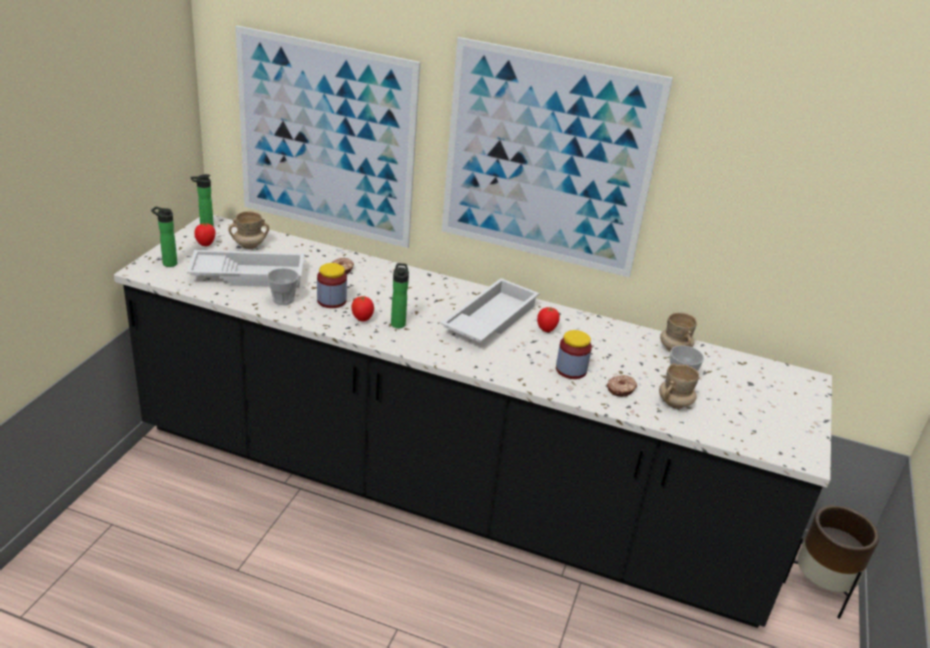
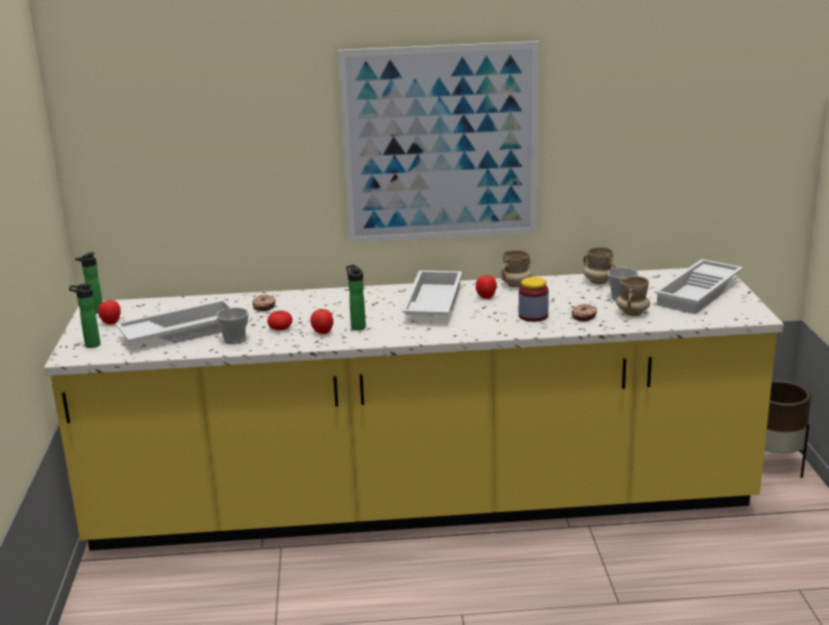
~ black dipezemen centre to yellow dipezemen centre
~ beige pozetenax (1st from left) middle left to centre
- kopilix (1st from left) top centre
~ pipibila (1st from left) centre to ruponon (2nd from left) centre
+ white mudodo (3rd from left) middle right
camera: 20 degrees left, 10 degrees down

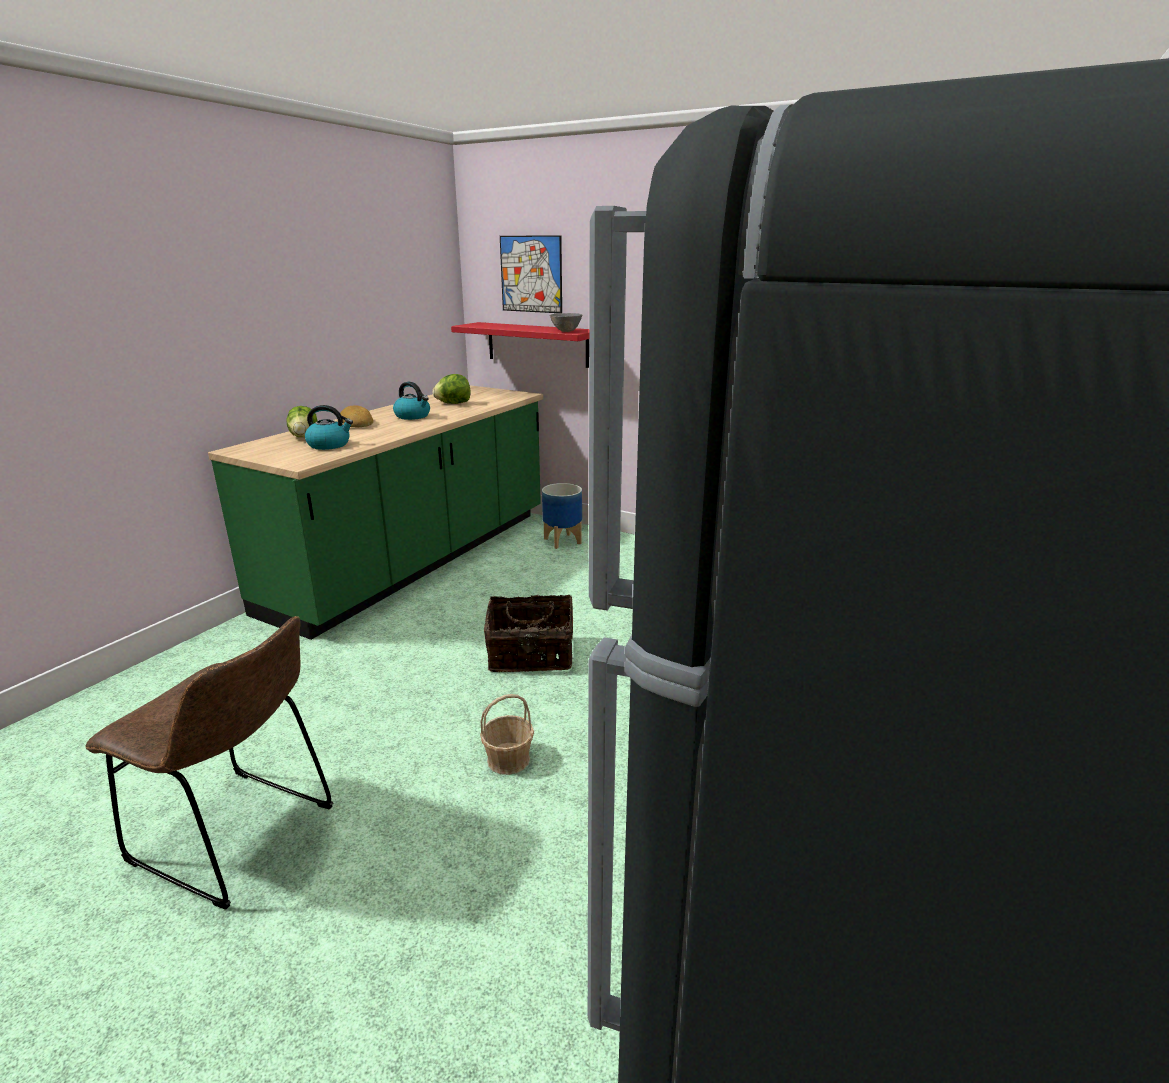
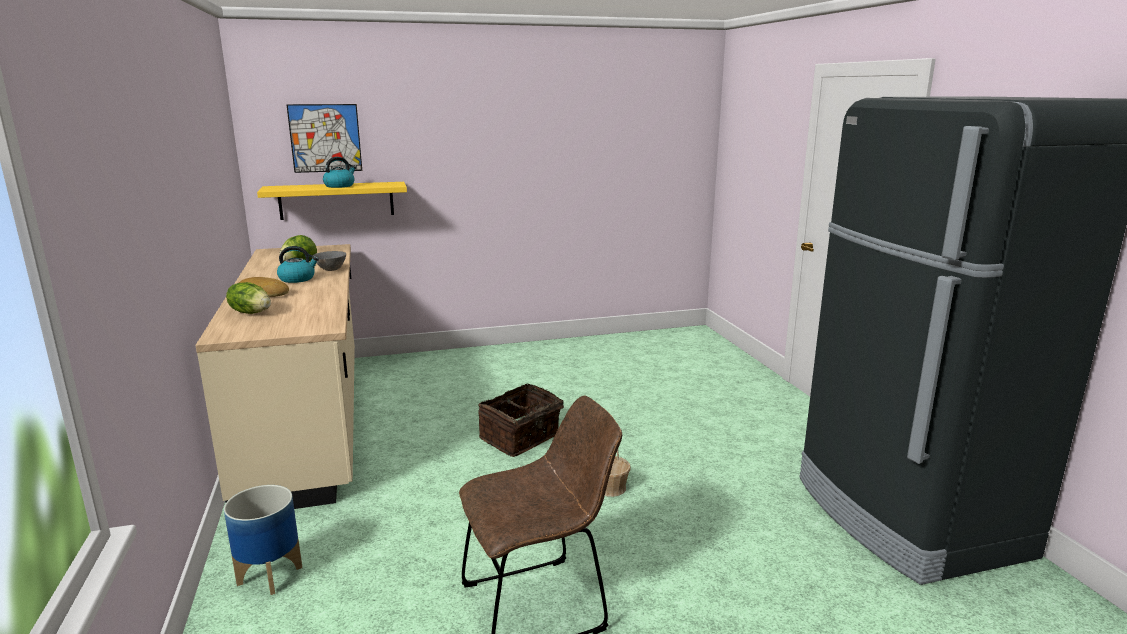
~ green dipezemen middle left to beige dipezemen middle left
~ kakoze (1st from left in the first image) middle left to kakoze (2nd from left) top left
~ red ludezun top centre to yellow ludezun top left
~ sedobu centre to bottom left
~ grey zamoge top centre to middle left
camera: 45 degrees left, 5 degrees down

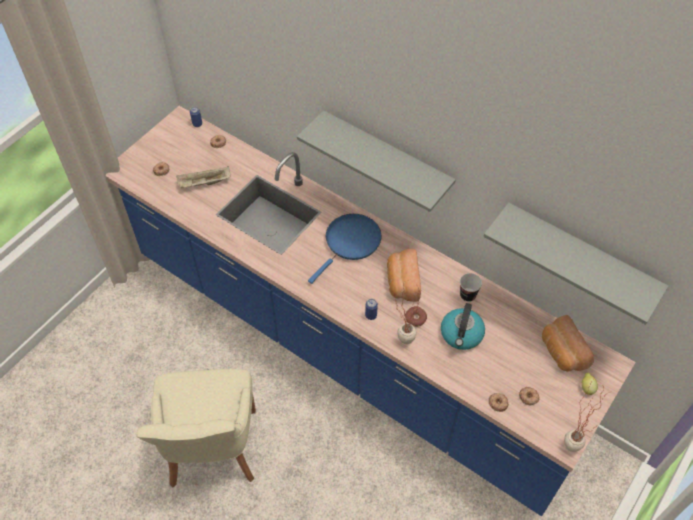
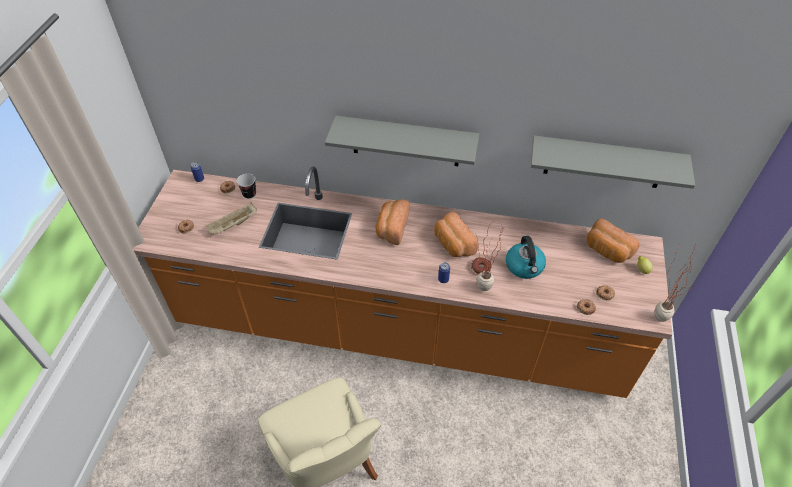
~ blue dipezemen centre to orange dipezemen centre
~ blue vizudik centre to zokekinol (1st from left) centre
~ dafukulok middle right to middle left
camera: 25 degrees left, 5 degrees down

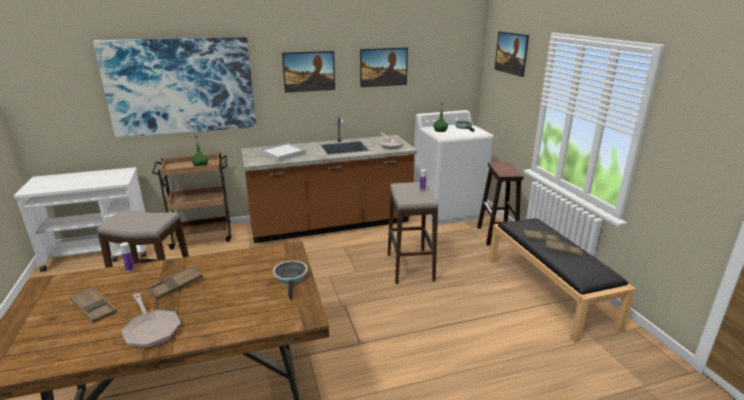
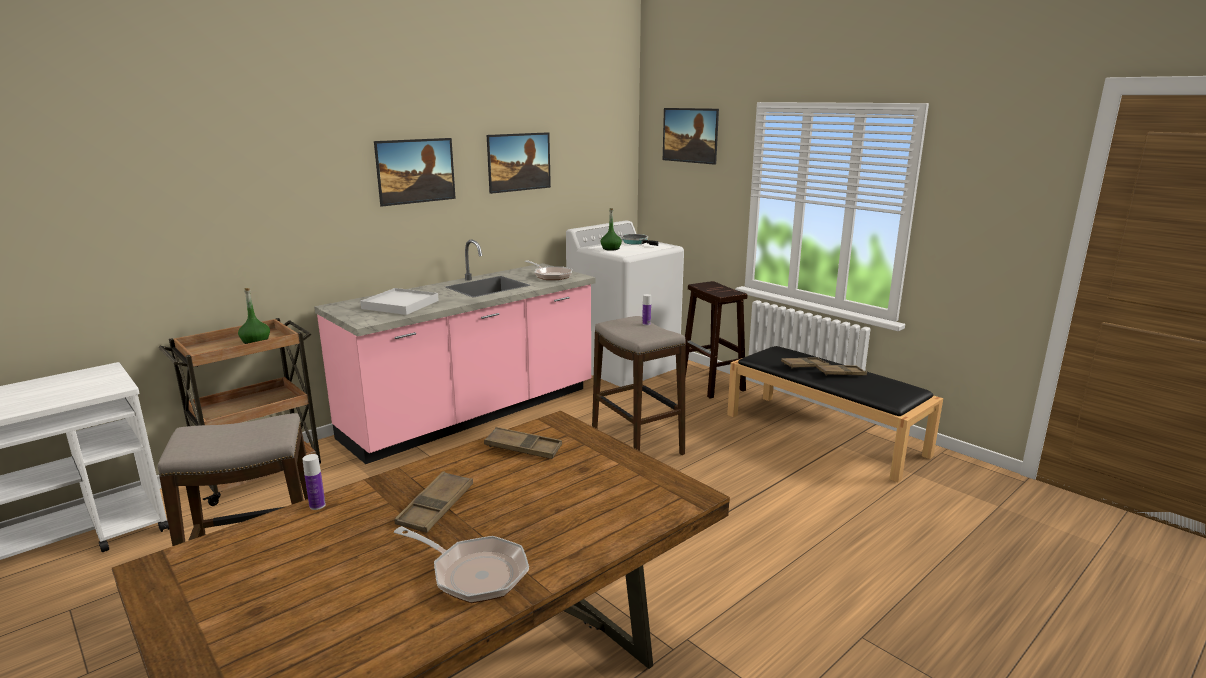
~ brown mudodo (1st from left in the first image) bottom left to brown mudodo (2nd from left) centre
- kopilix (1st from left) top left
~ brown dipezemen centre to pink dipezemen centre
- vizudik (2nd from left) bottom centre
camera: 25 degrees left, 5 degrees down

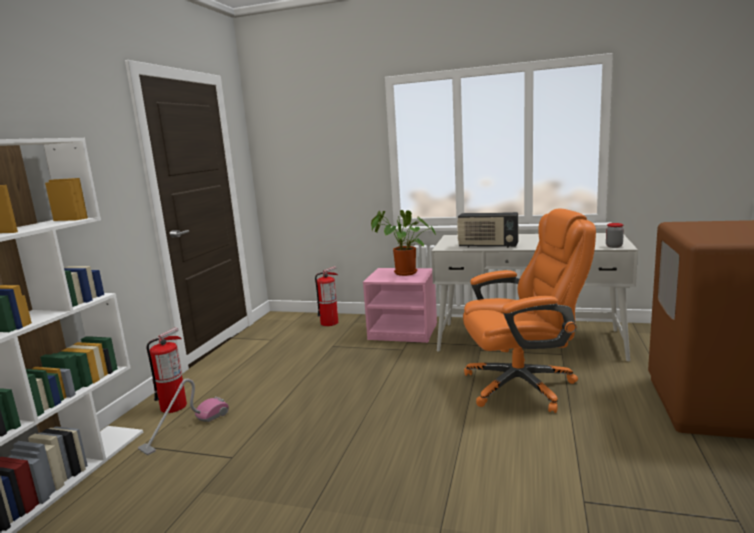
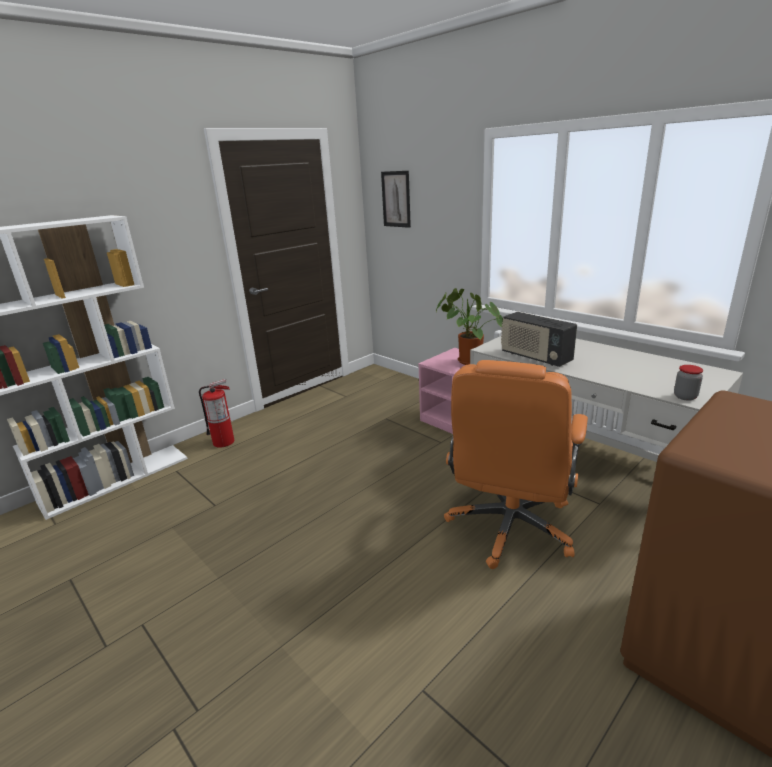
- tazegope bottom left
- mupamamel (2nd from left) centre
~ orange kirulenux middle right = middle right 90 degrees clockwise
+ kopilix top centre
camera: 30 degrees right, 10 degrees up

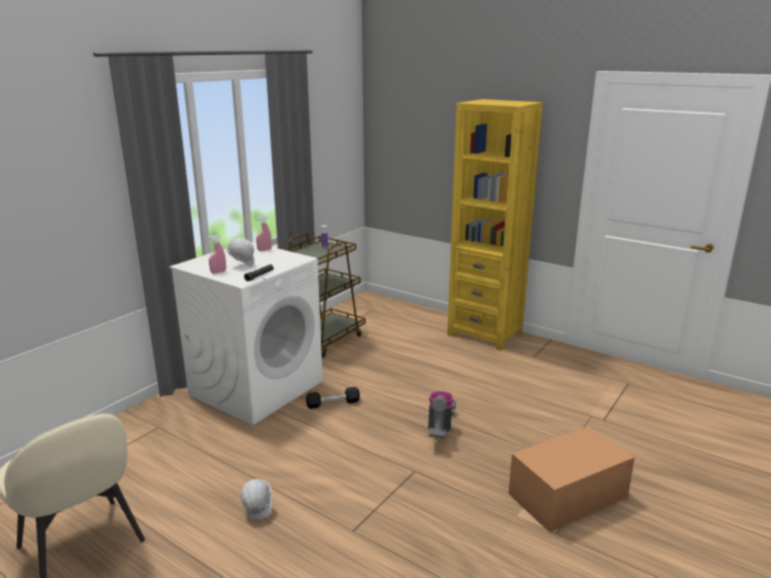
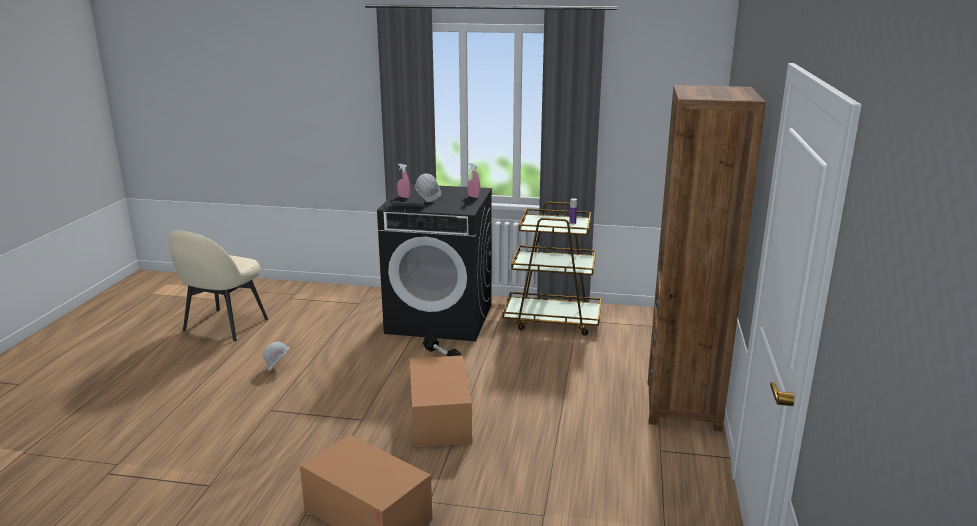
~ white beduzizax middle left to black beduzizax centre
~ tazegope bottom centre to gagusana (2nd from left) bottom centre
~ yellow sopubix centre to brown sopubix middle right
camera: 65 degrees right, 0 degrees up

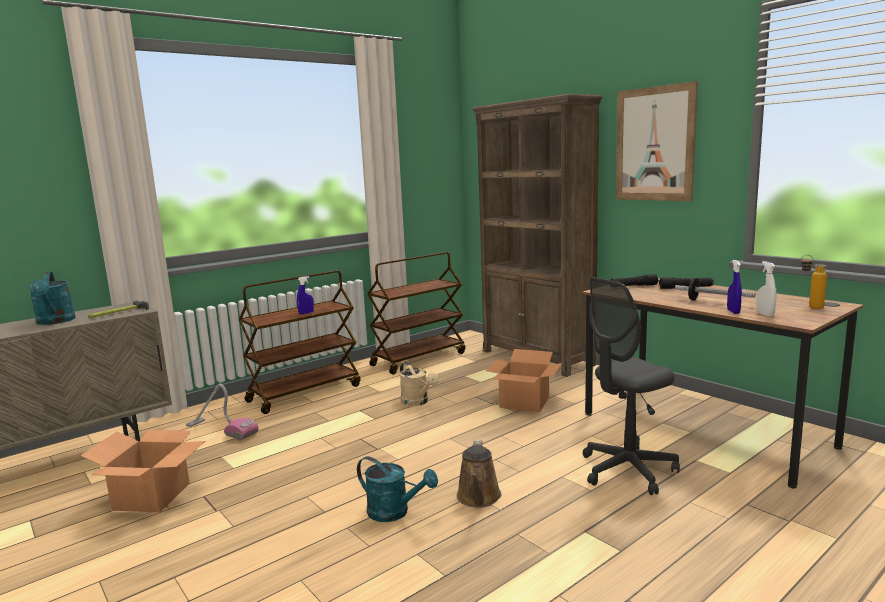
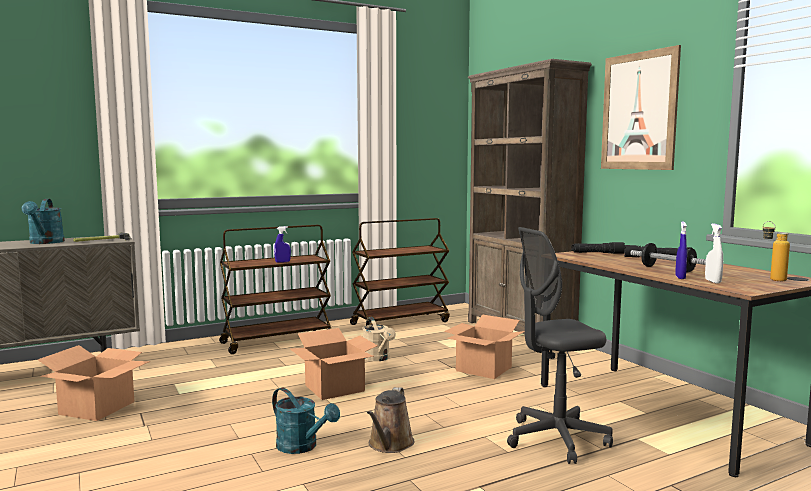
- tazegope bottom left
+ gagusana (2nd from left) bottom centre
camera: 10 degrees right, 5 degrees down

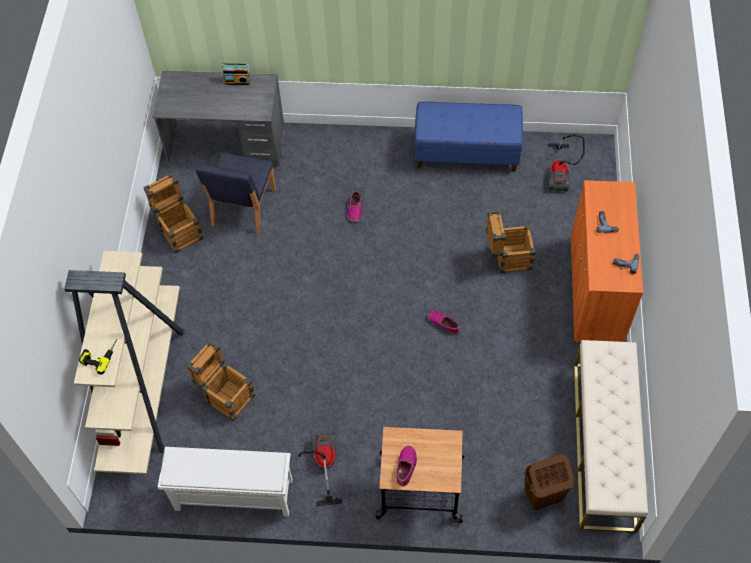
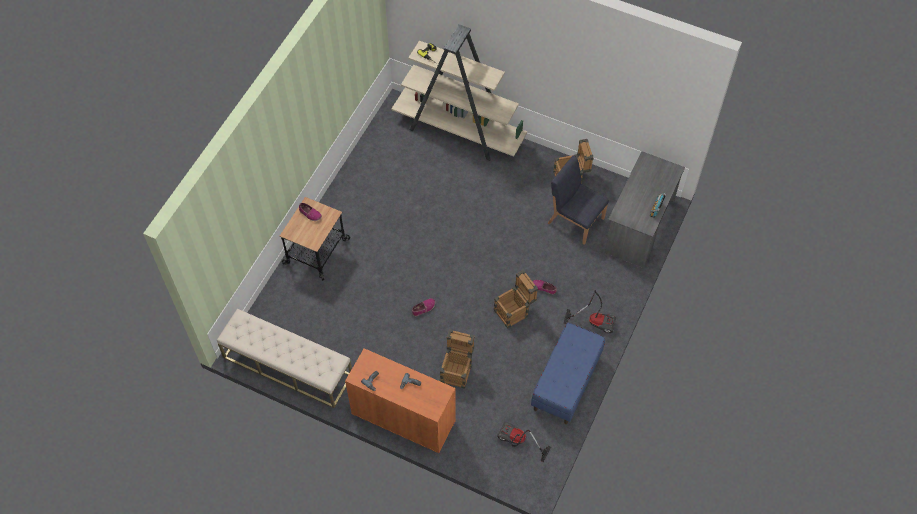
- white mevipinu bottom left
~ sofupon (2nd from left) bottom left to centre
~ tazegope (1st from left in the first image) bottom centre to tazegope (2nd from left) centre
- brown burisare bottom right
camera: 110 degrees right, 0 degrees up

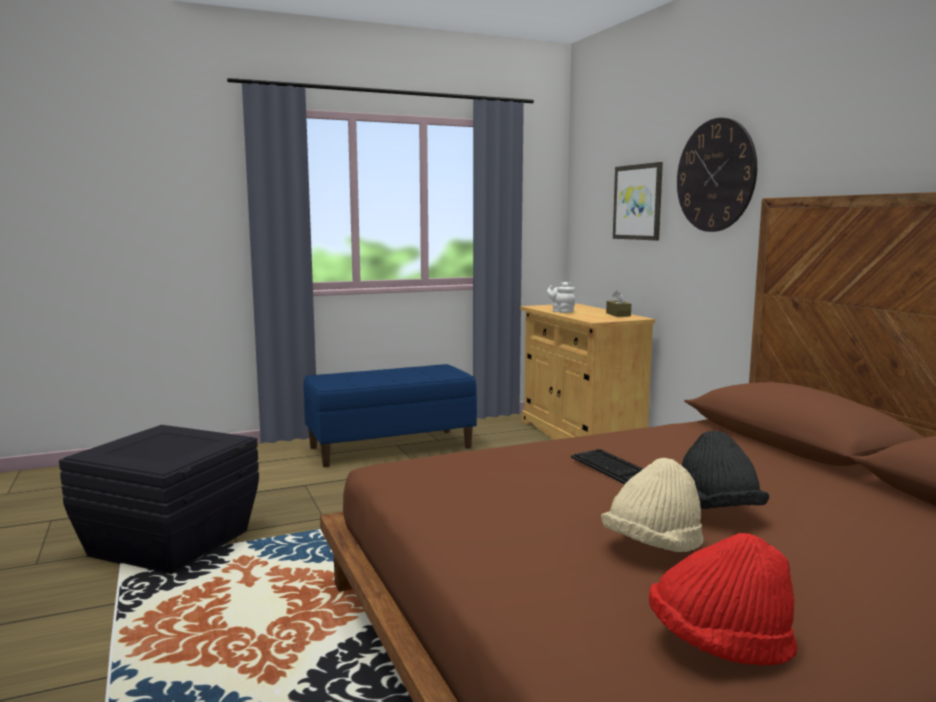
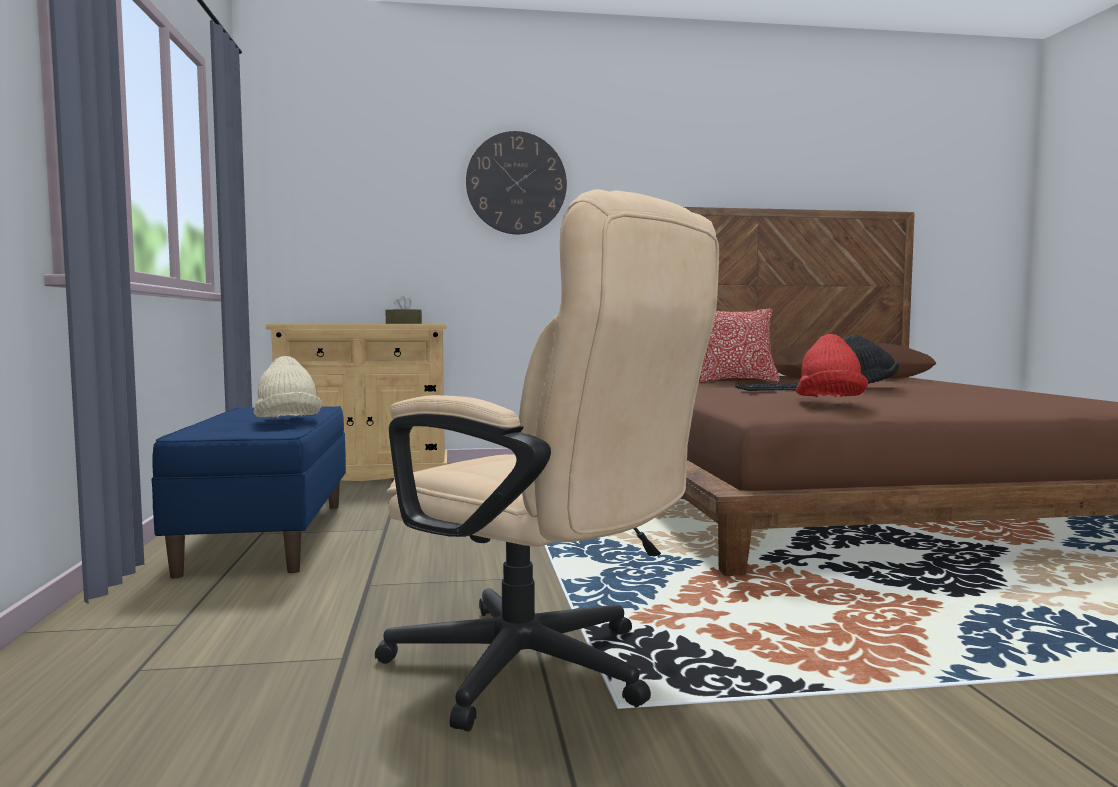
~ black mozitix bottom left to beige kirulenux centre
- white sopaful centre
~ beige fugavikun bottom right to middle left
- kopilix top right
~ red fugavikun bottom right to middle right
+ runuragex centre
camera: 75 degrees left, 5 degrees down

